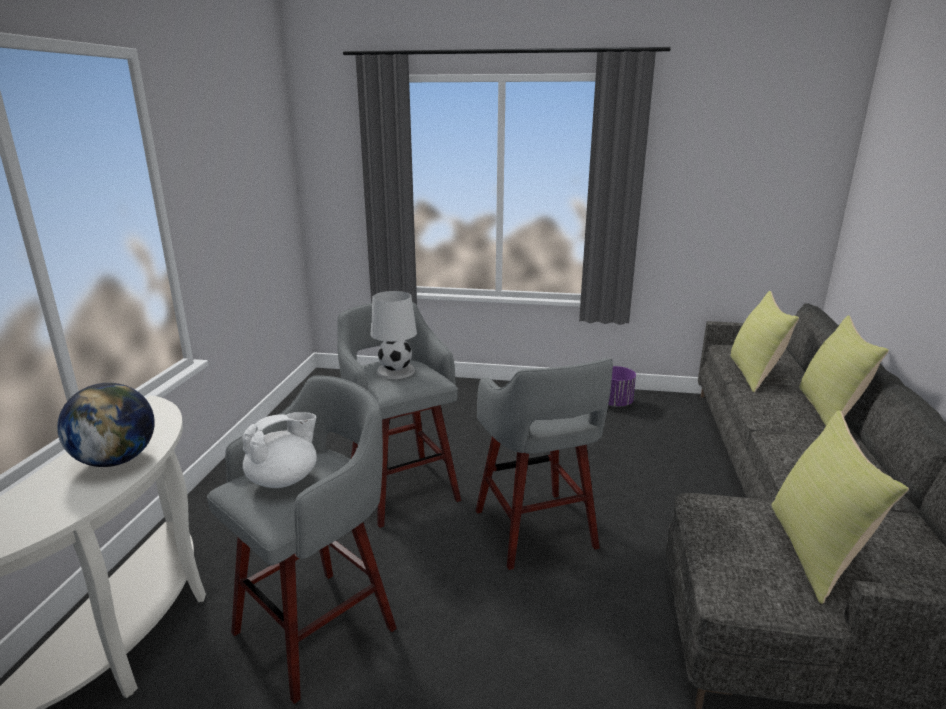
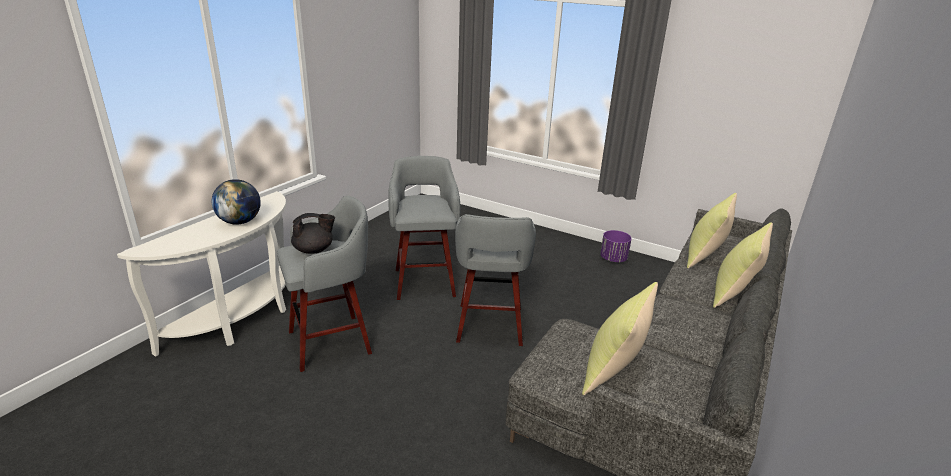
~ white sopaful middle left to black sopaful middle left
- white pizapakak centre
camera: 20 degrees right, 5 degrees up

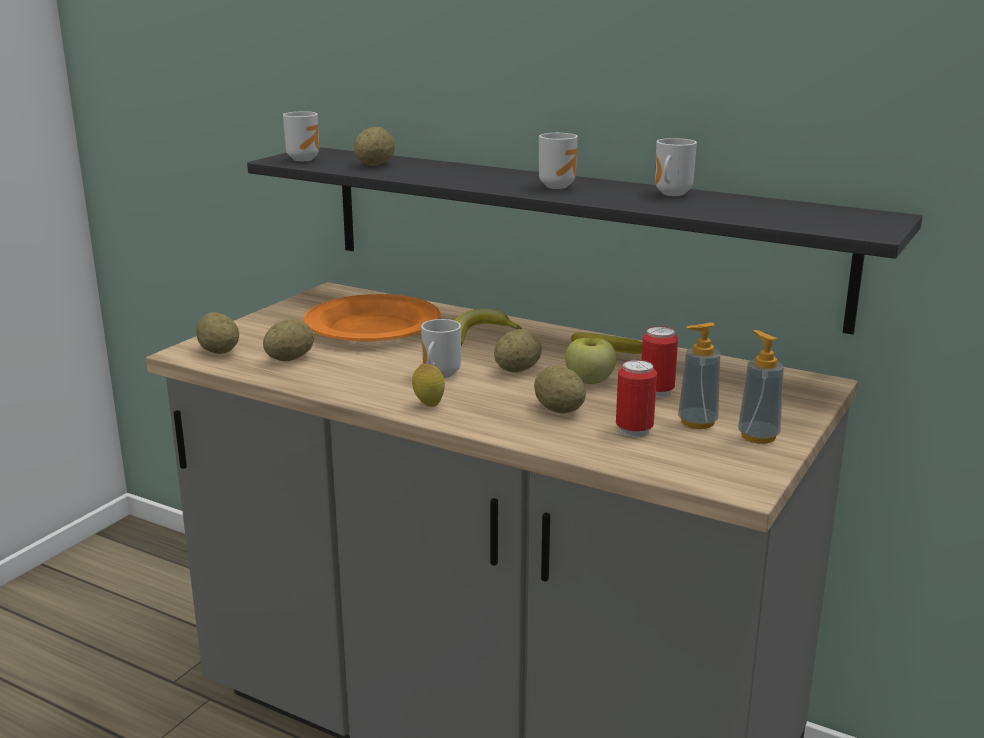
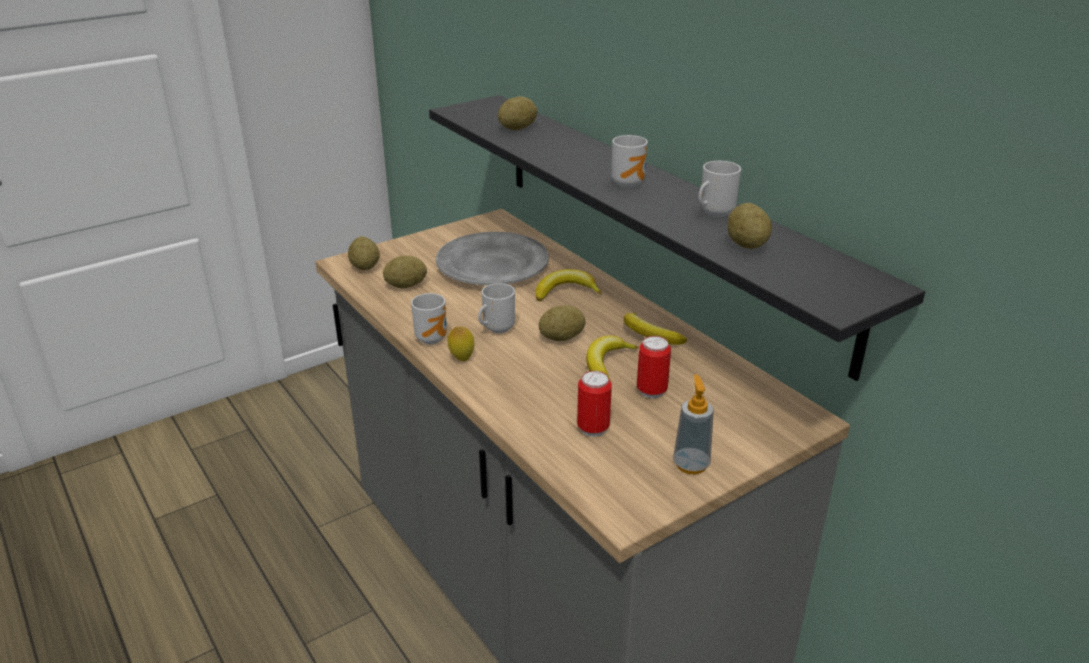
~ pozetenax (1st from left) top left to centre
~ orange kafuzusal centre to grey kafuzusal centre
~ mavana (5th from left) centre to middle right
~ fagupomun centre to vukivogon (2nd from left) centre
- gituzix (1st from left) middle right
camera: 25 degrees right, 10 degrees up

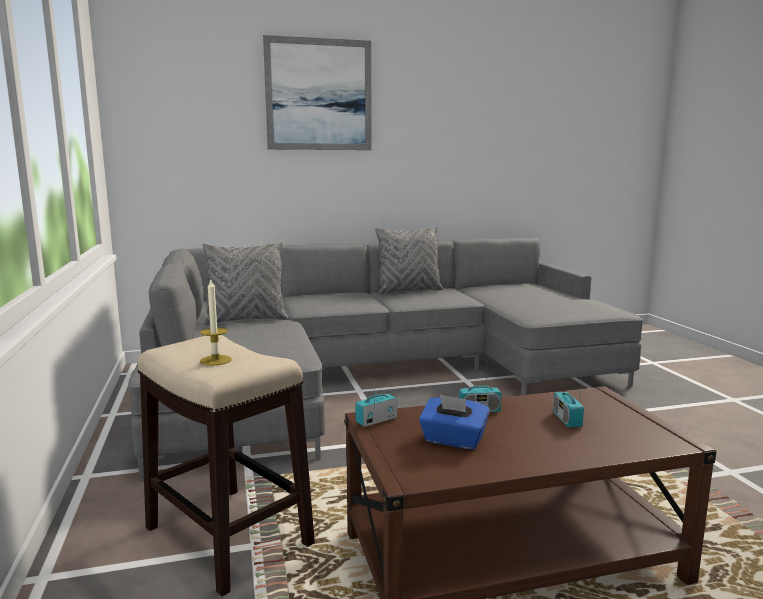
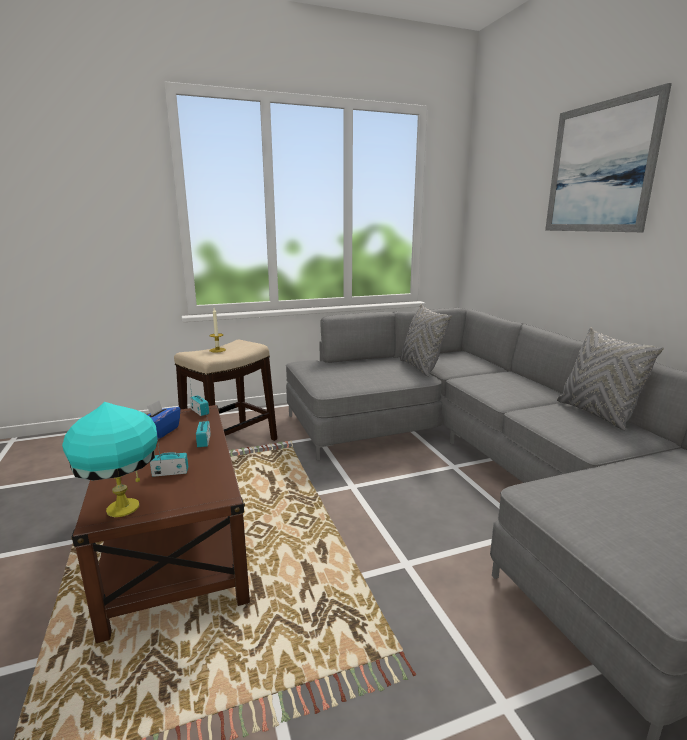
+ turquoise pizapakak middle left
camera: 85 degrees right, 5 degrees up

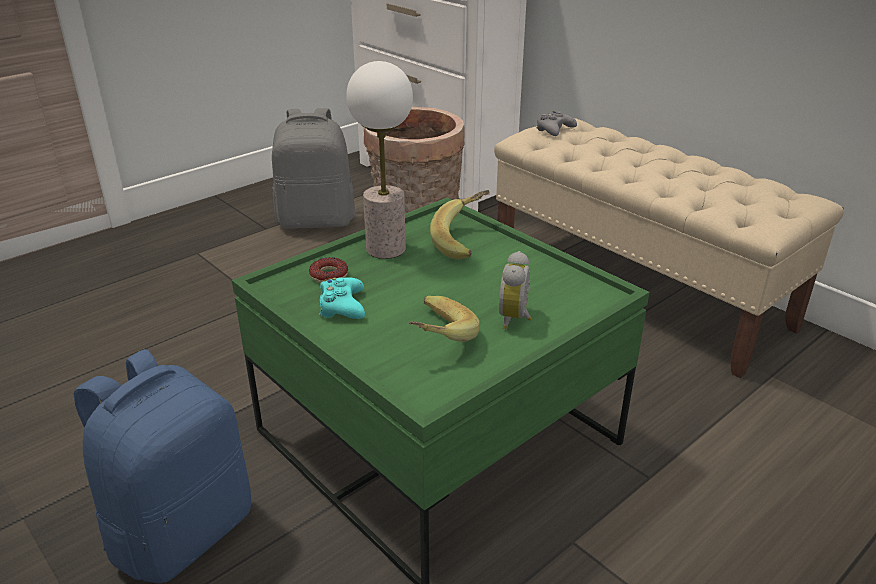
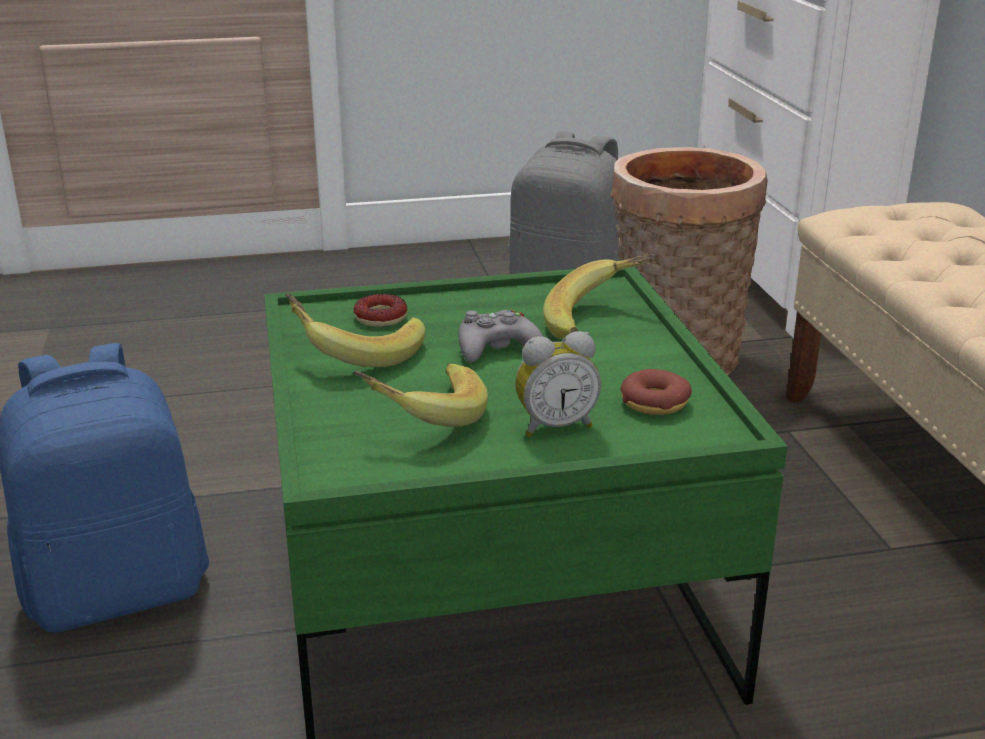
~ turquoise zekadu centre to vukivogon (1st from left) centre
- pizapakak top centre
~ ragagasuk centre = centre 150 degrees counterclockwise
~ grey zekadu top centre to centre
+ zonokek (2nd from left) centre
camera: 30 degrees right, 5 degrees down

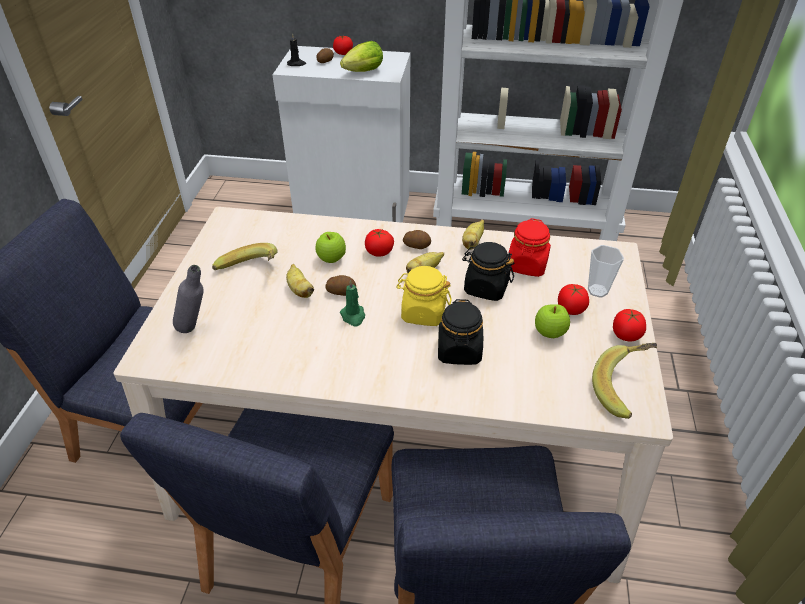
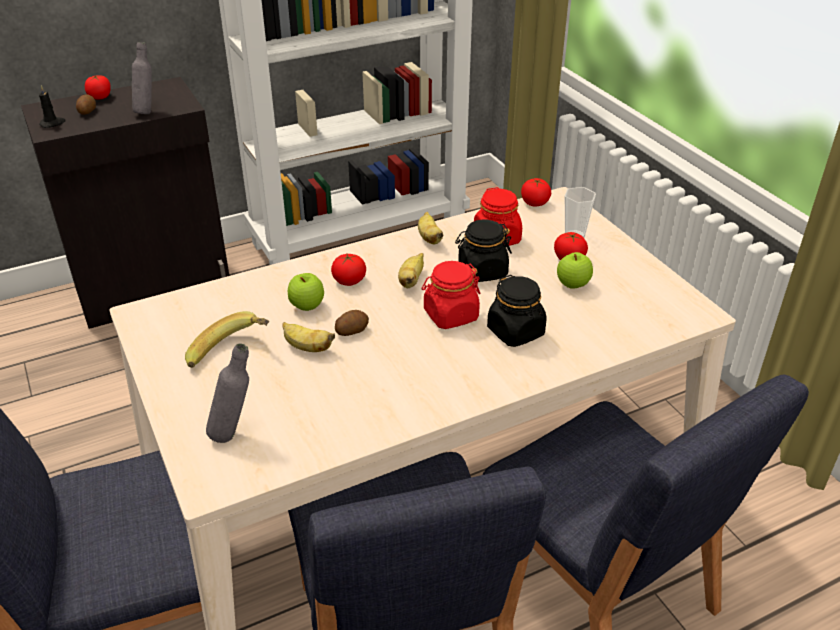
~ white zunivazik top centre to black zunivazik top left
~ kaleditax top centre to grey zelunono (1st from left) top left
- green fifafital centre
~ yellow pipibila centre to red pipibila (1st from left) centre
- mavana (3rd from left) centre
- vukivogon (5th from left) middle right
~ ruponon (4th from left in the first image) middle right to ruponon (3rd from left) top centre
camera: 35 degrees left, 5 degrees down

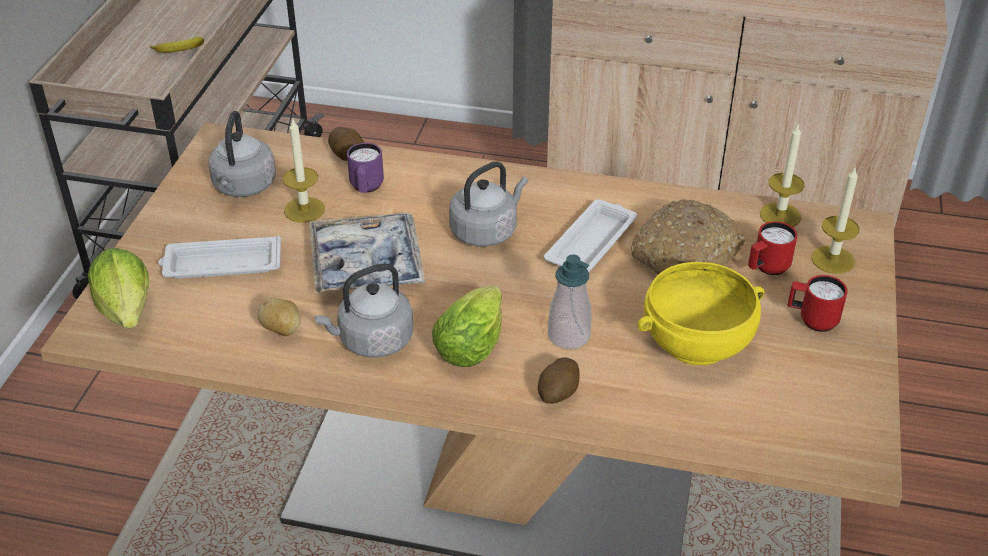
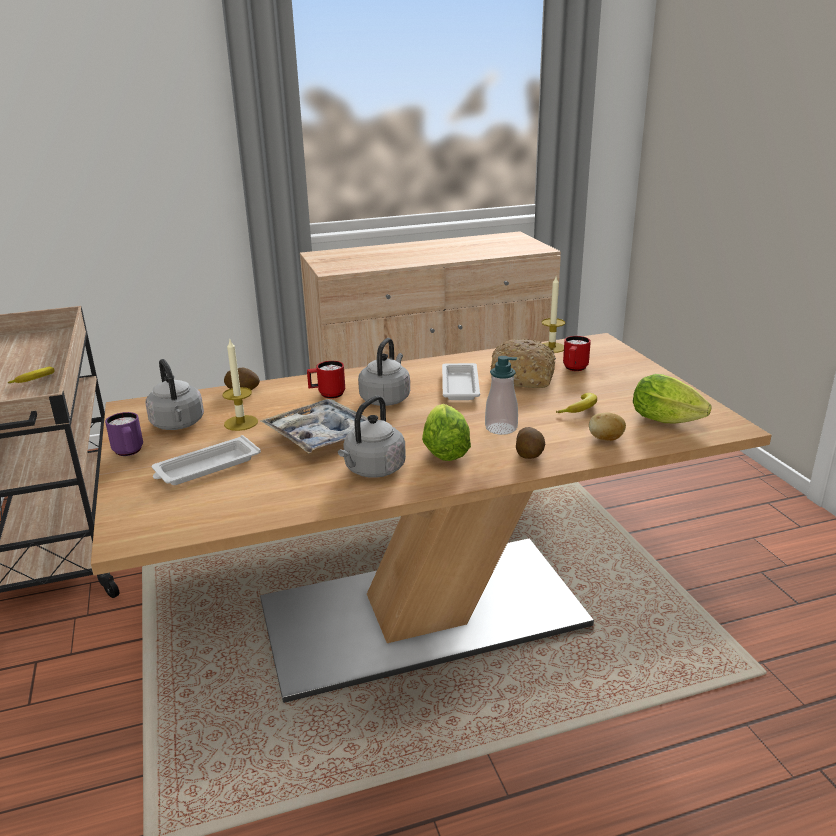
~ kaleditax (1st from left in the first image) middle left to kaleditax (2nd from left) middle right
~ mavana (1st from left in the first image) middle left to mavana (3rd from left) middle right
~ purple pozetenax top centre to middle left
~ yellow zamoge middle right to vukivogon (2nd from left) middle right
~ red pozetenax (2nd from left in the first image) middle right to red pozetenax (1st from left) centre
- fifafital (3rd from left) middle right
camera: 30 degrees left, 15 degrees down

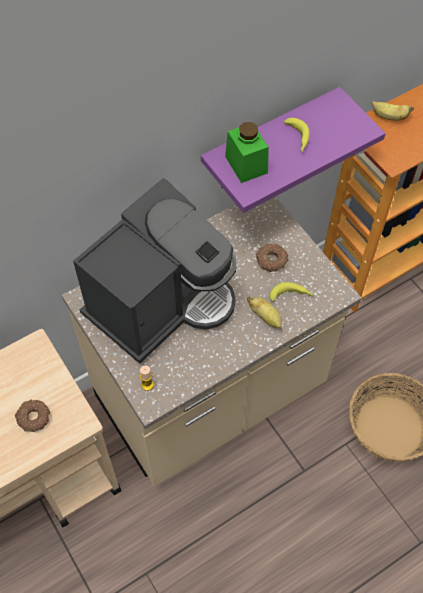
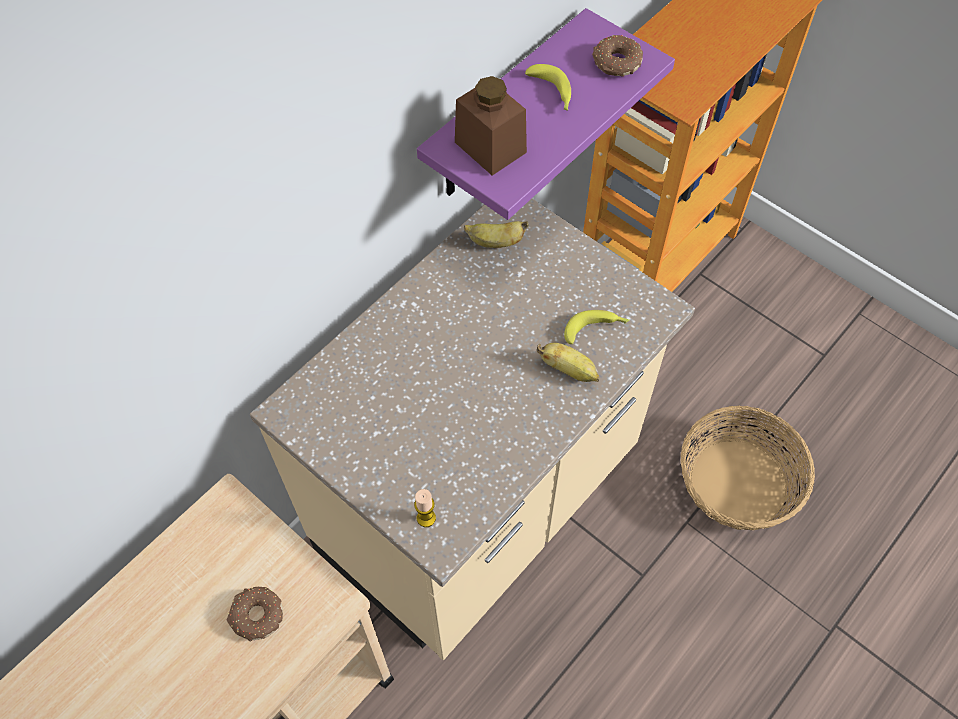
- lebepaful centre
~ green pipibila top centre to brown pipibila top centre
~ zonokek (2nd from left) centre to top centre
~ vukivogon (4th from left in the first image) top right to vukivogon (1st from left) top centre
camera: 15 degrees left, 0 degrees up

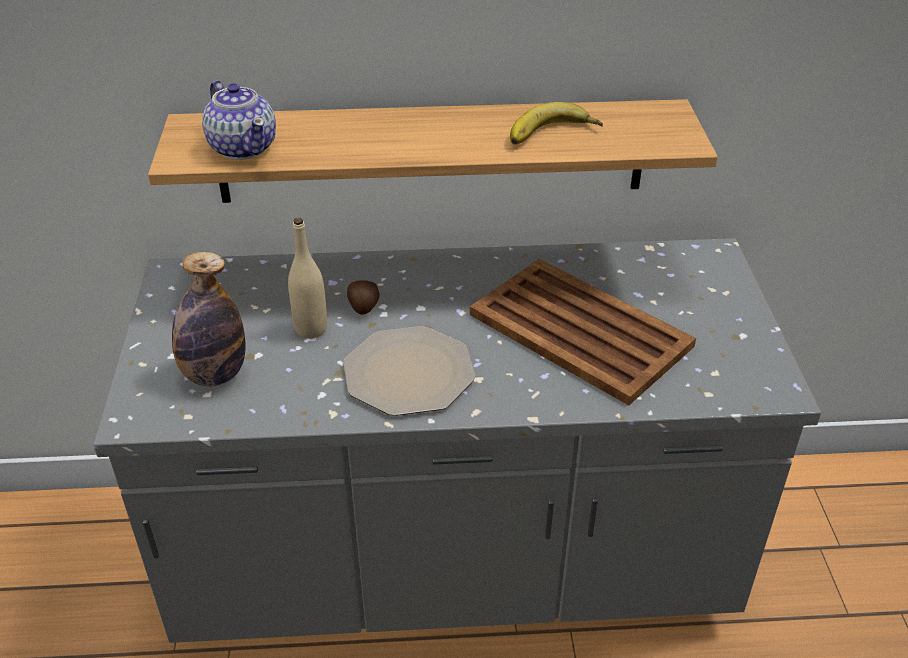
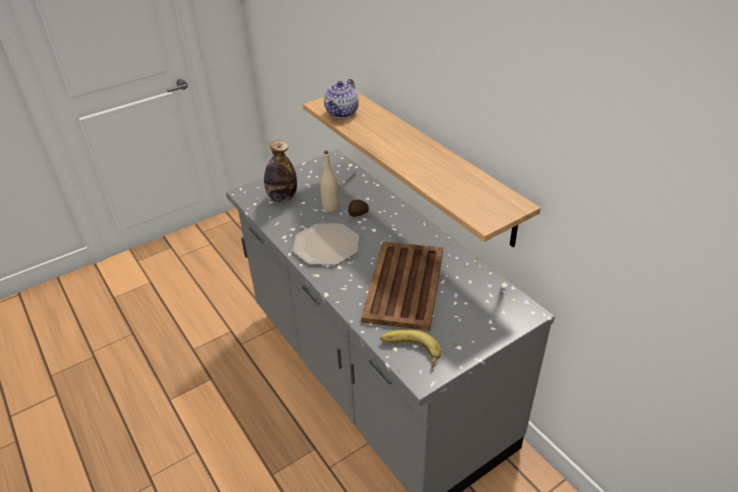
~ vukivogon top centre to bottom centre
camera: 60 degrees right, 0 degrees up

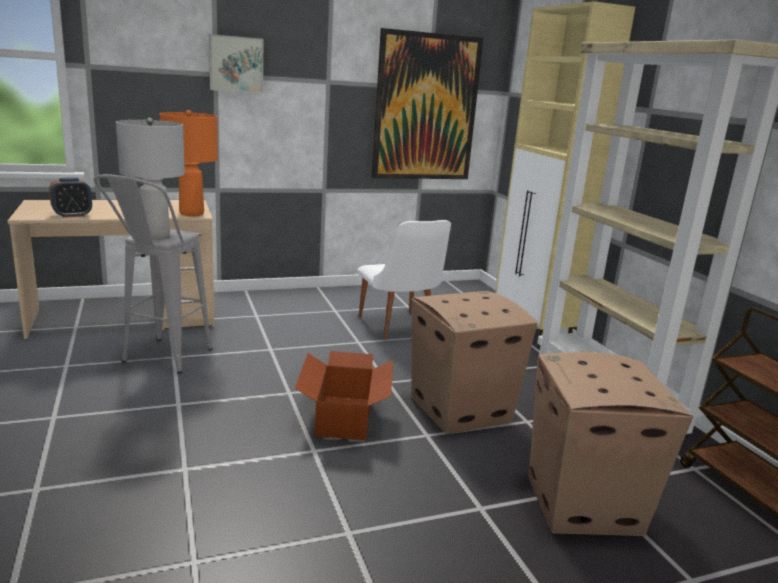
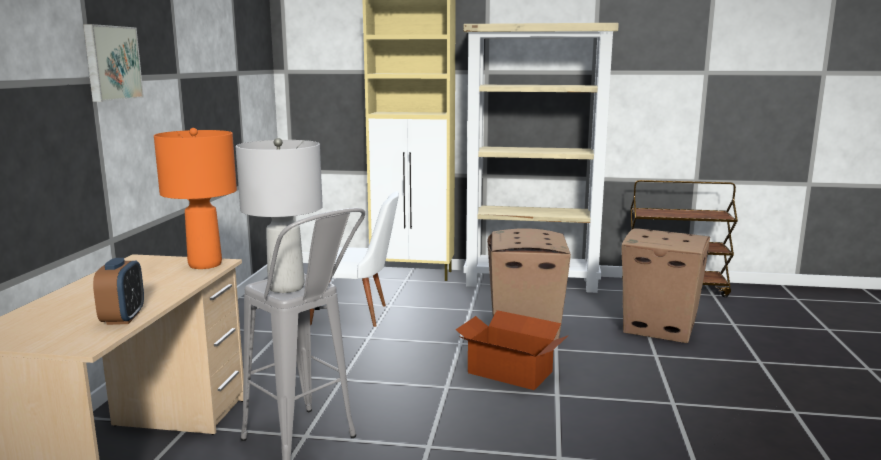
- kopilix (2nd from left) top centre
camera: 60 degrees left, 5 degrees down

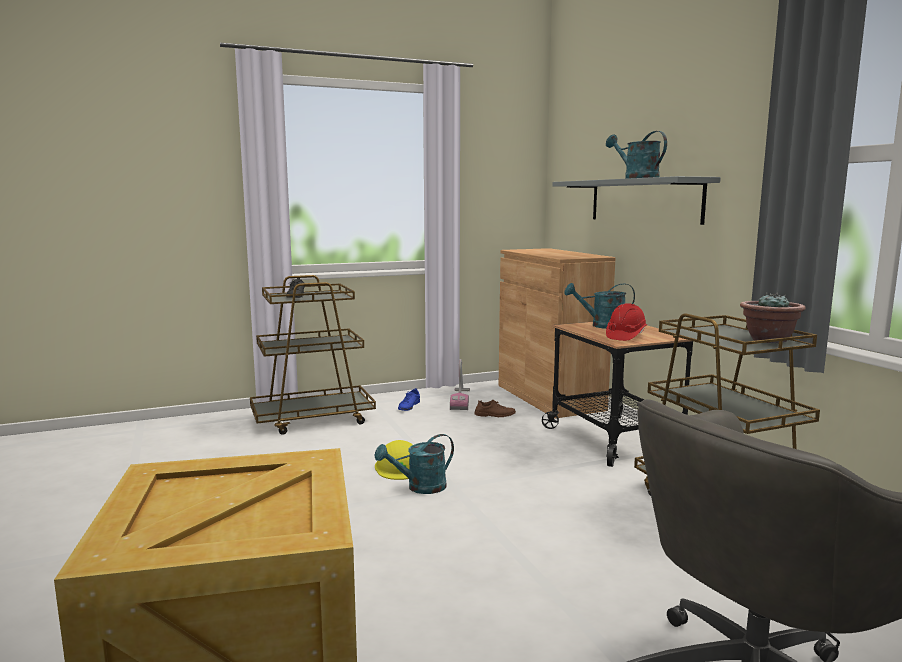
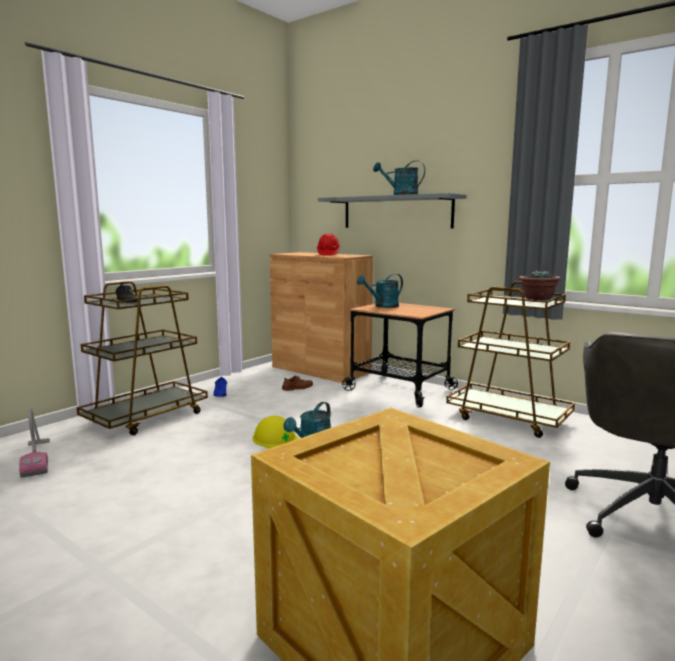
~ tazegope centre to bottom left
~ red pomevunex middle right to centre
camera: 30 degrees left, 0 degrees up

